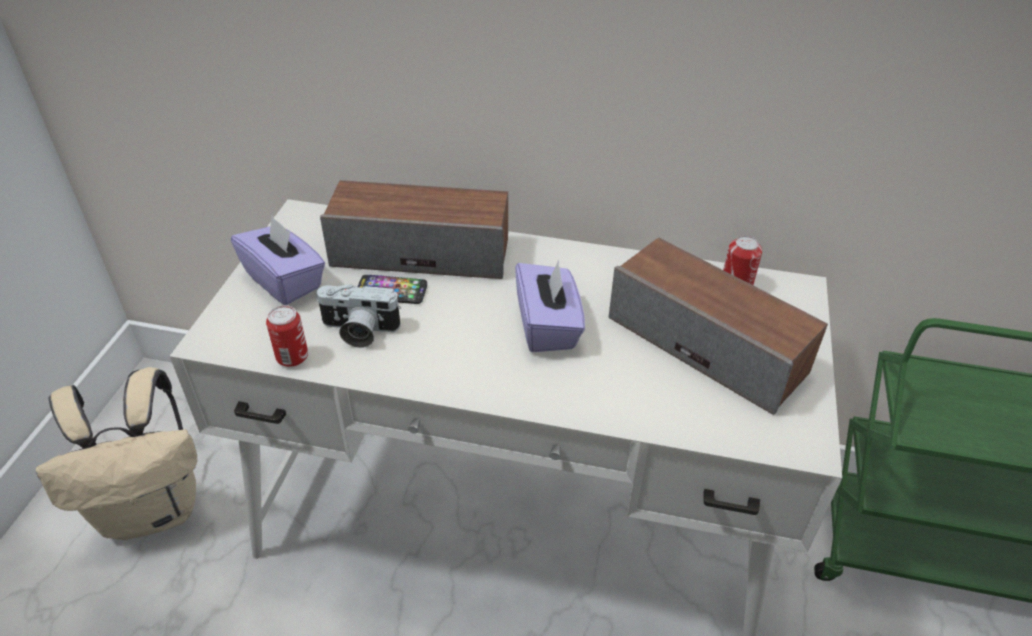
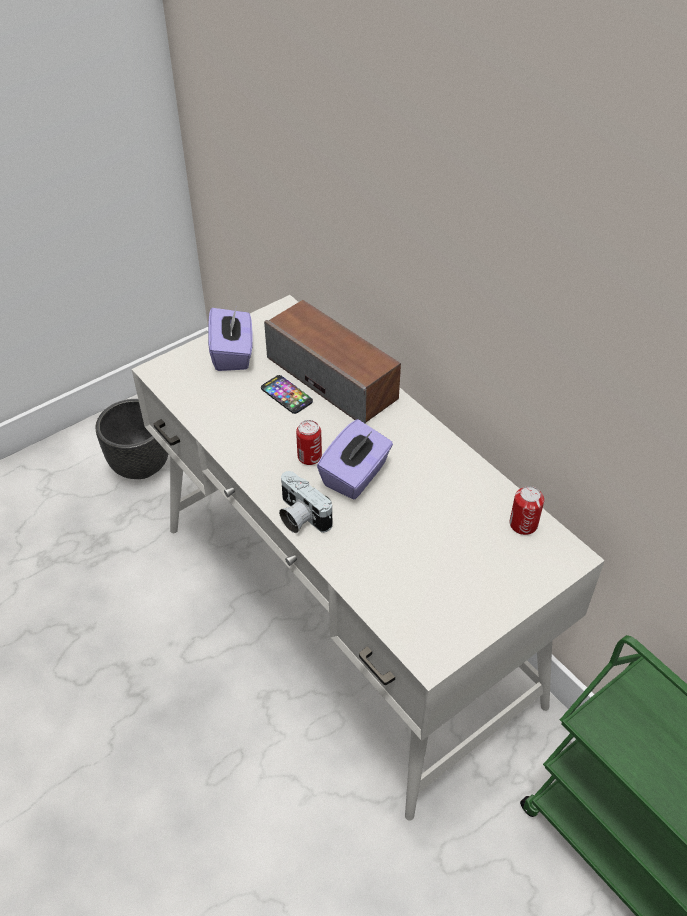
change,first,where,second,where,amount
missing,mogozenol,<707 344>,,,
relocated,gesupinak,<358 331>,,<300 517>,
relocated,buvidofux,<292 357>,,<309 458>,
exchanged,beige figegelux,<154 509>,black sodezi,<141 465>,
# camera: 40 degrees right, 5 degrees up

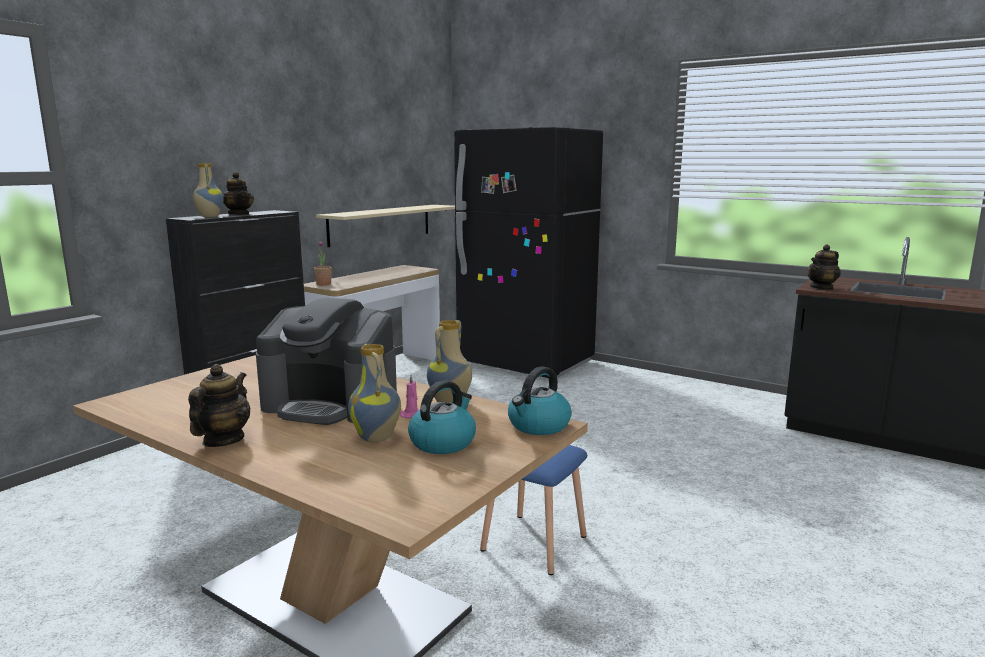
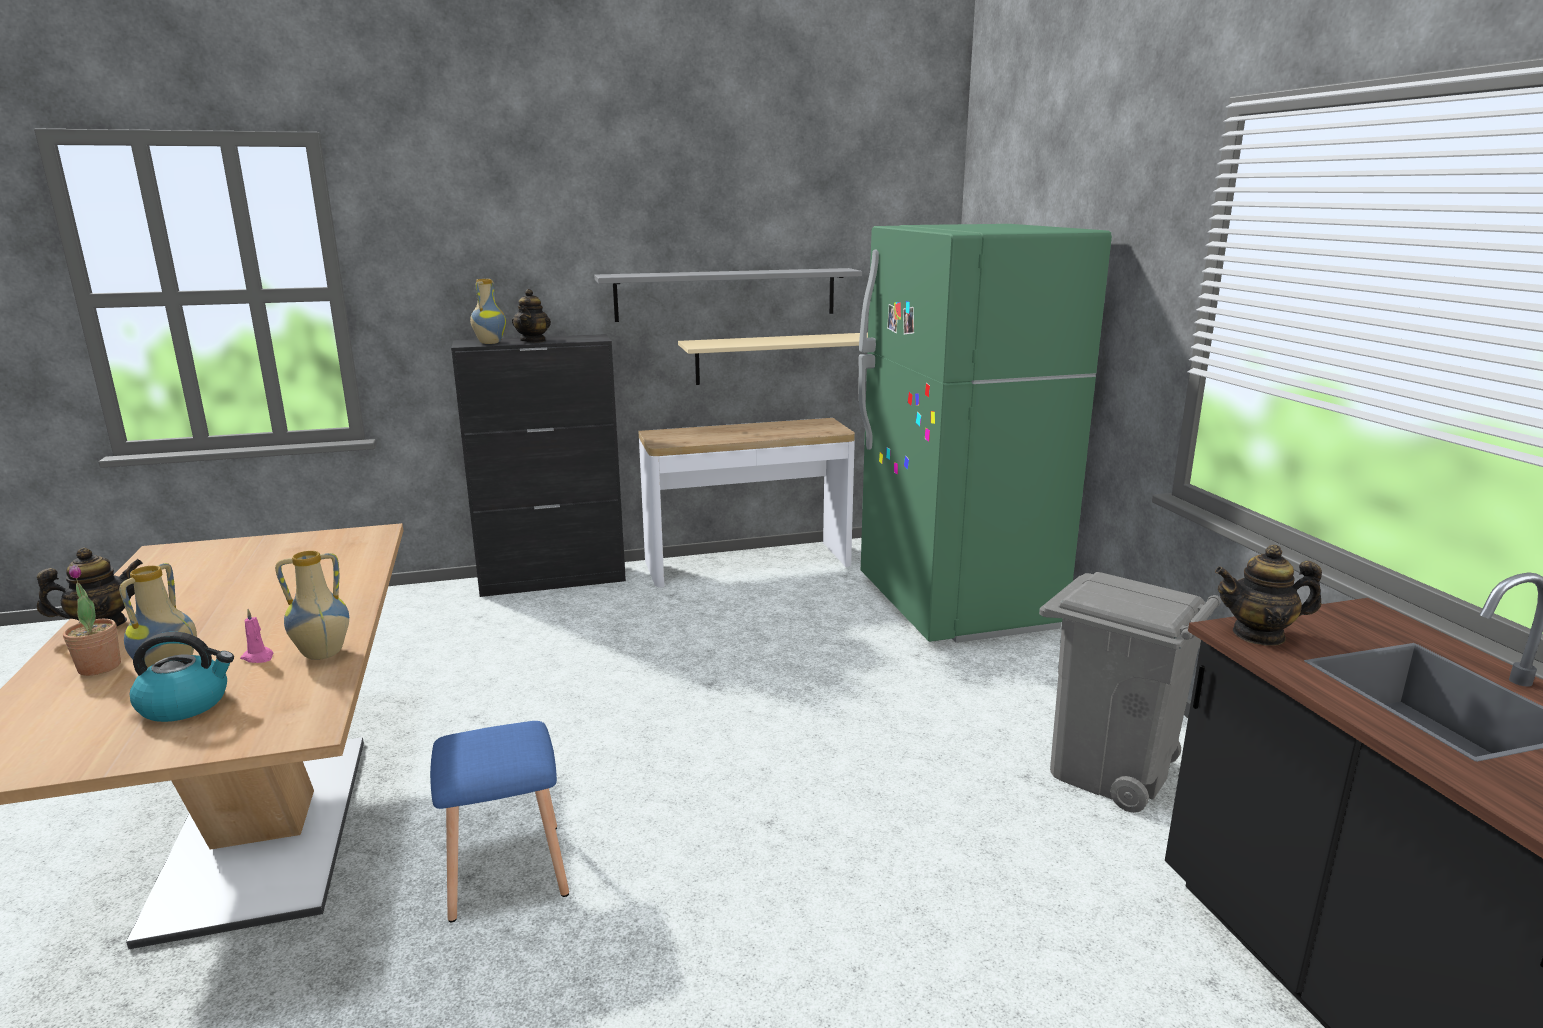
change,first,where,second,where,amount
colour,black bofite,<526 363>,green bofite,<957 604>,
relocated,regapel,<323 284>,,<99 667>,
missing,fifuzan,<332 404>,,,
missing,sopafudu,<538 426>,,,
appeared,,,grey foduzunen,<726 294>,
appeared,,,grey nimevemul,<1108 771>,
# camera: 40 degrees right, 5 degrees up

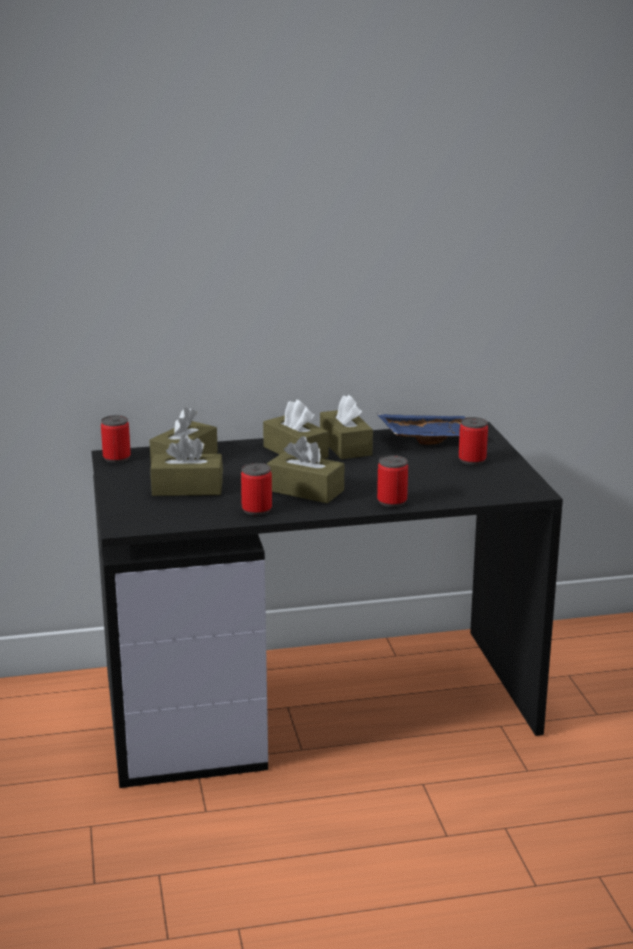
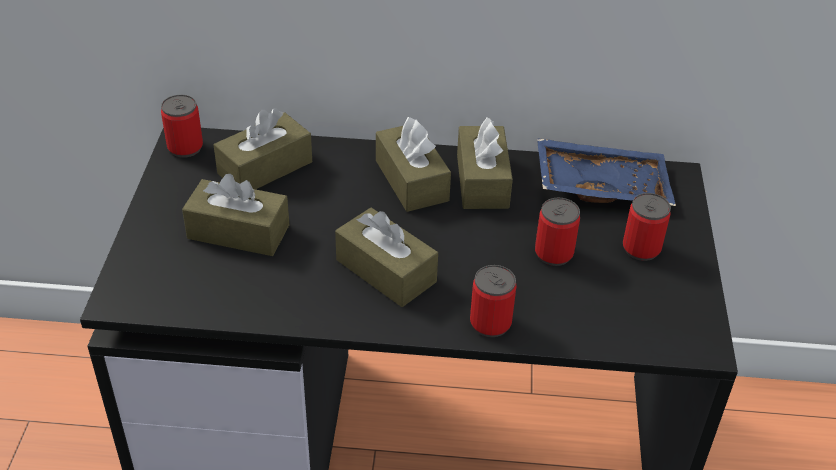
change,first,where,second,where,amount
relocated,buvidofux,<256 510>,,<553 253>,
# camera: 15 degrees right, 20 degrees up

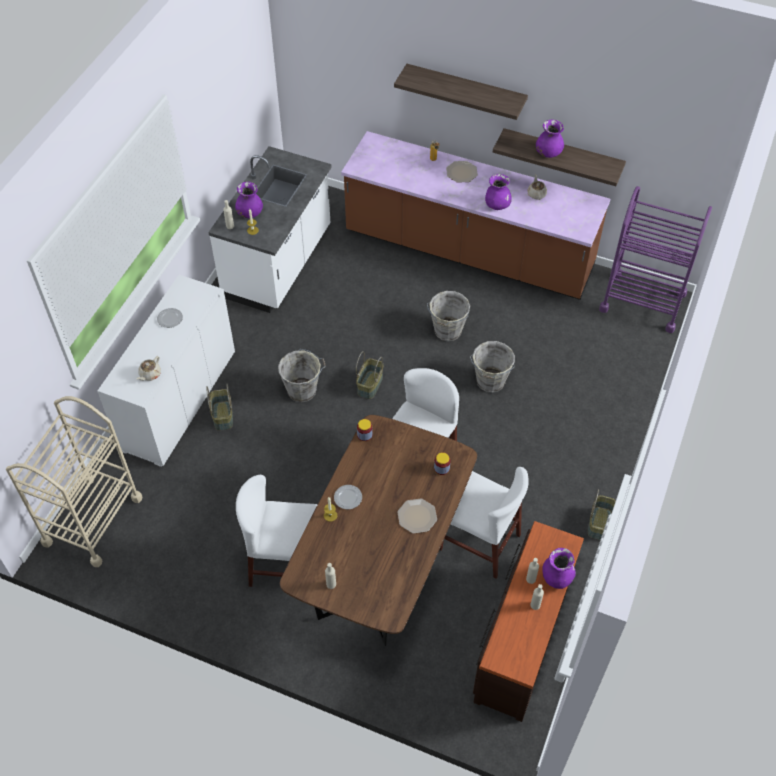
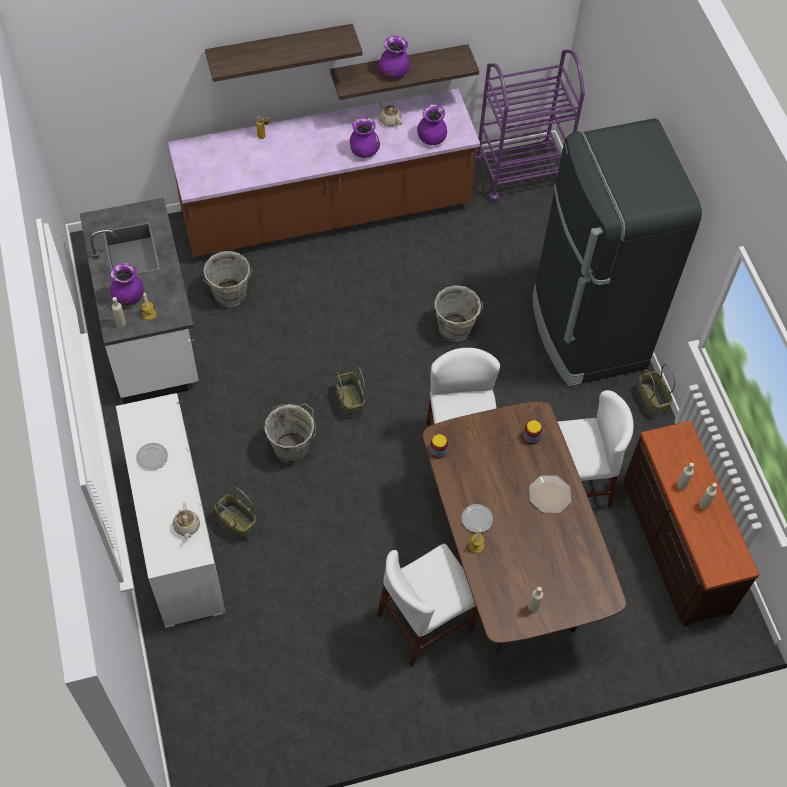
change,first,where,second,where,amount
missing,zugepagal,<462 172>,,,
relocated,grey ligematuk,<447 331>,,<230 296>,
missing,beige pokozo,<92 520>,,,
relocated,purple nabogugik,<556 577>,,<431 138>,
appeared,,,black bofite,<586 333>,
# camera: 40 degrees left, 5 degrees up

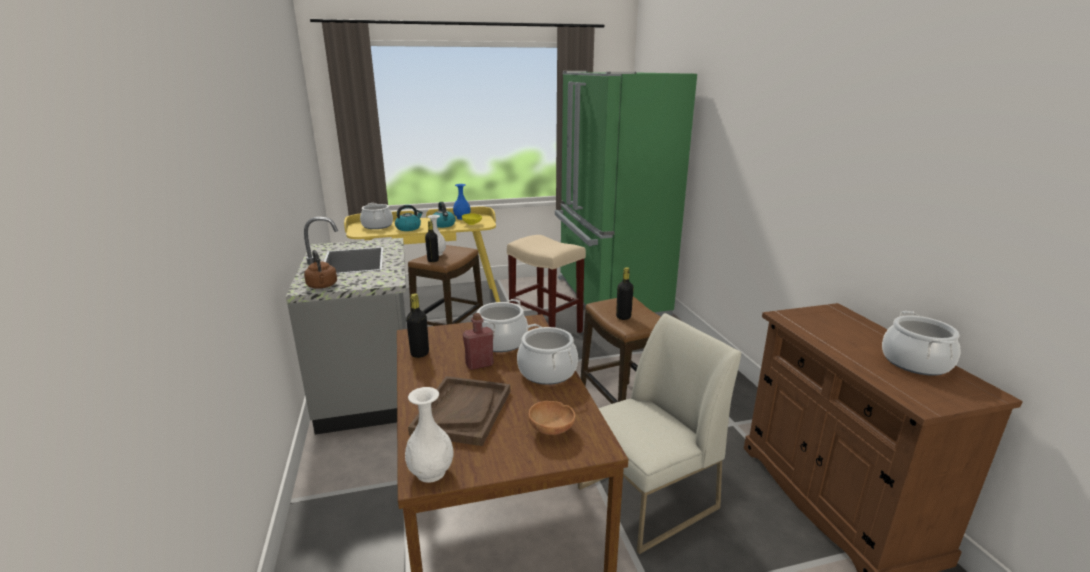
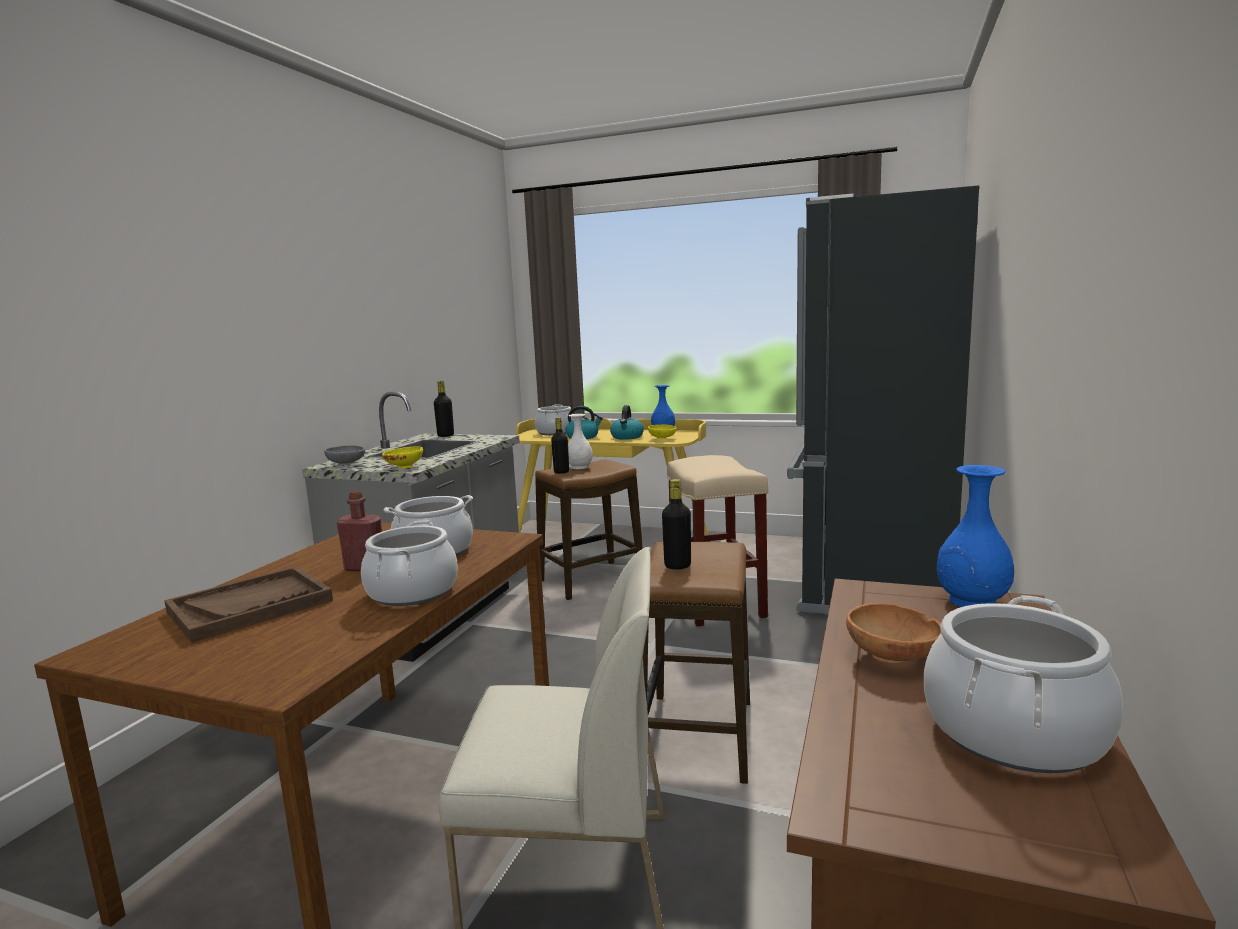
change,first,where,second,where,amount
colour,green bofite,<608 296>,black bofite,<870 580>,
exchanged,brown sopafudu,<322 286>,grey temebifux,<347 465>,
relocated,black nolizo,<420 353>,,<445 435>,
missing,white nabogugik,<431 472>,,,
relocated,brown temebifux,<552 430>,,<894 658>,
appeared,,,yellow temebifux,<403 467>,
appeared,,,blue nabogugik,<972 601>,
# camera: 35 degrees right, 10 degrees down

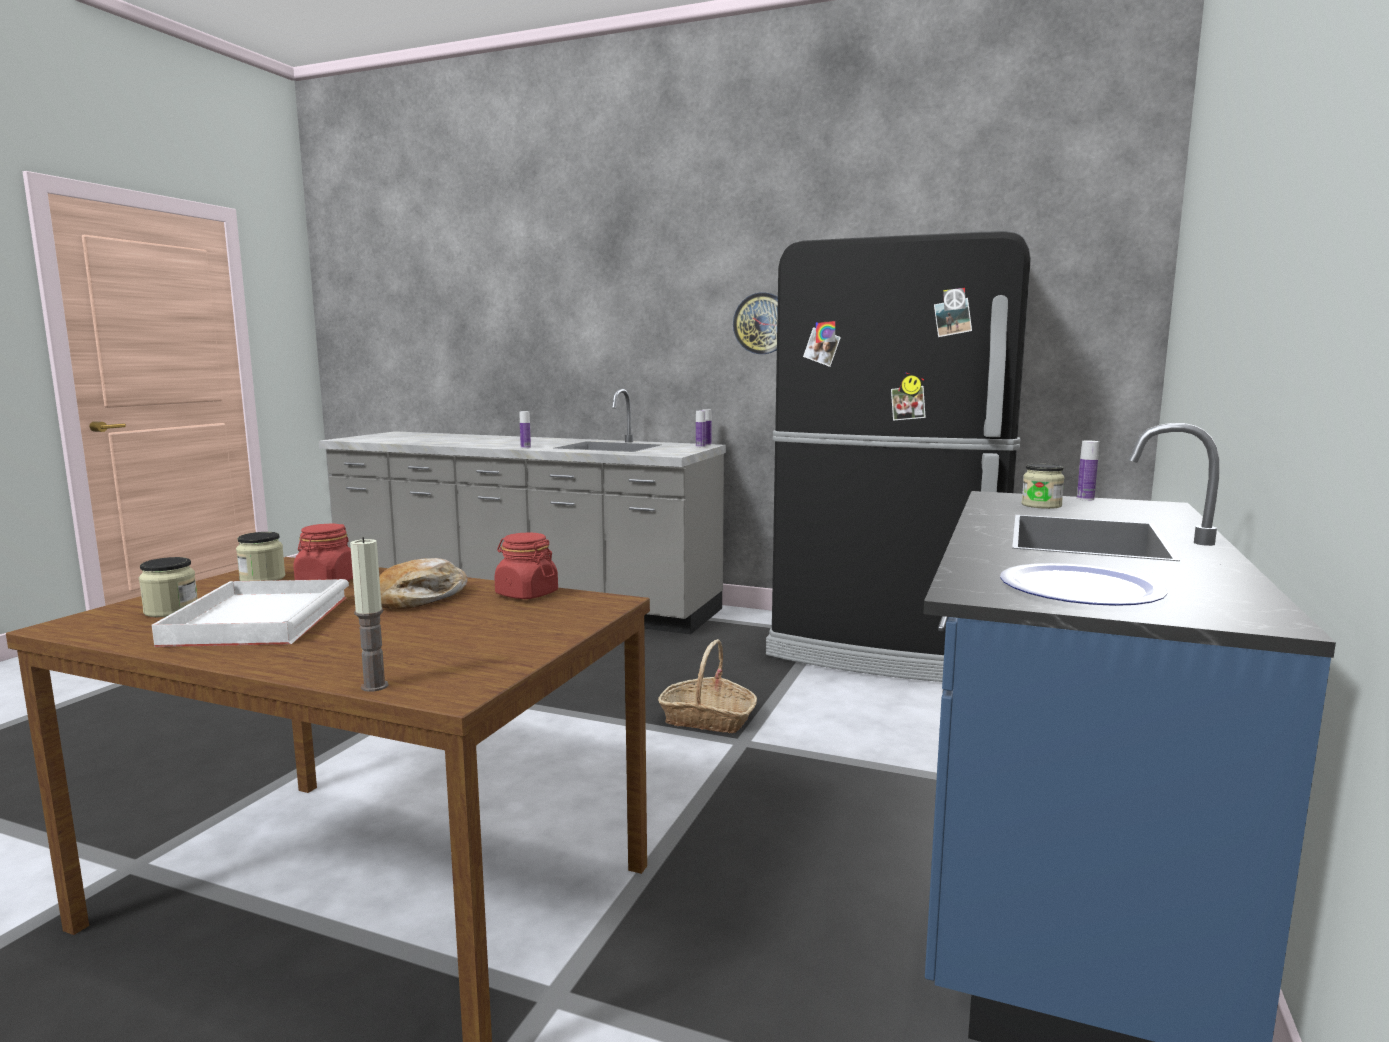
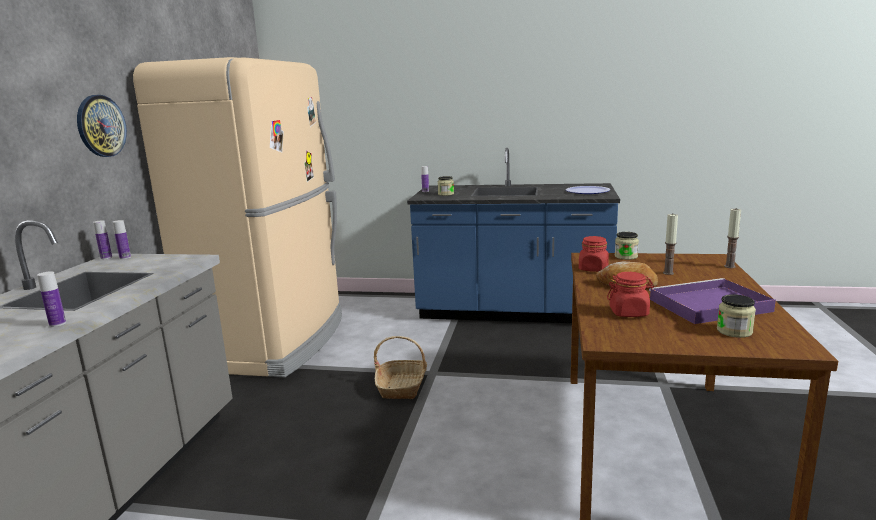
change,first,where,second,where,amount
colour,black bofite,<888 649>,beige bofite,<275 341>,
relocated,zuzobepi,<262 578>,,<626 256>,
colour,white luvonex,<259 619>,purple luvonex,<707 305>,
appeared,,,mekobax,<668 273>,
# camera: 100 degrees left, 5 degrees up

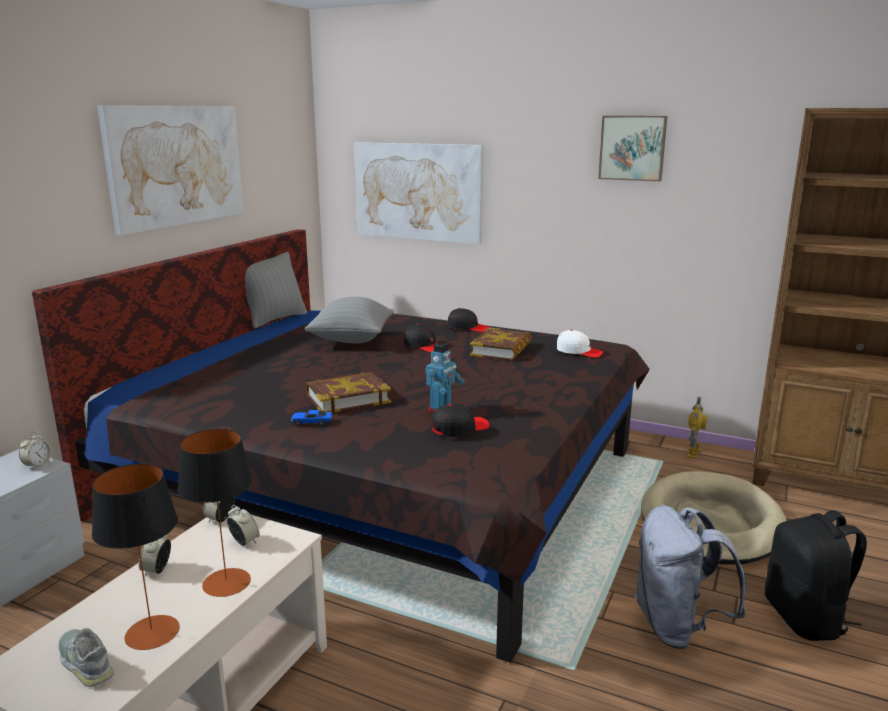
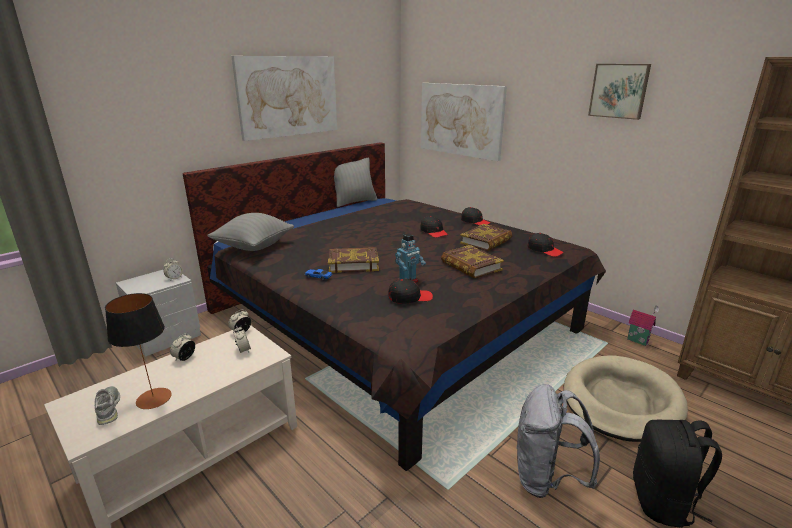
change,first,where,second,where,amount
relocated,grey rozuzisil,<351 340>,,<254 247>,
colour,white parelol,<579 351>,black parelol,<544 250>,
exchanged,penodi,<693 452>,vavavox,<638 340>,
missing,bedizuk,<226 583>,,,
appeared,,,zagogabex,<470 266>,
# camera: 20 degrees right, 5 degrees up

